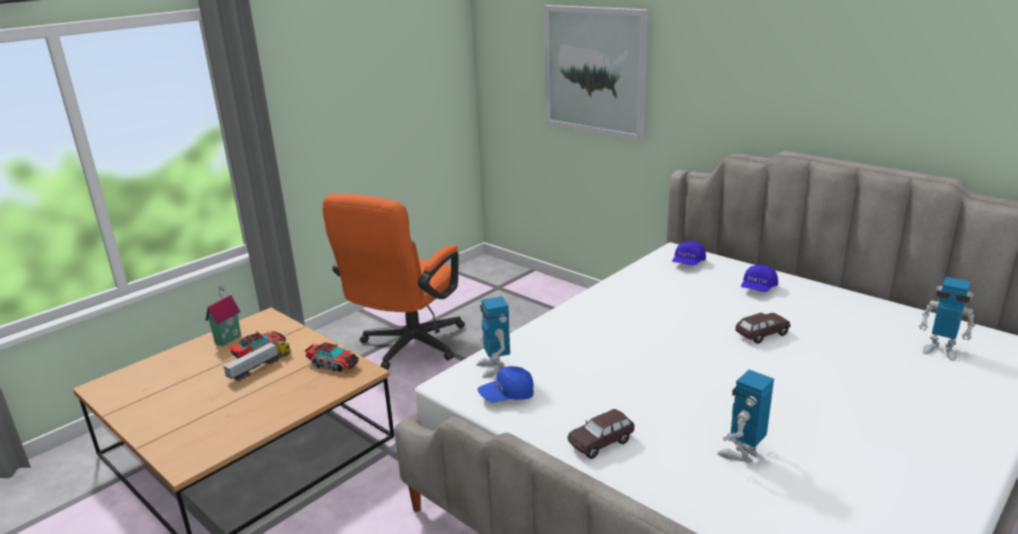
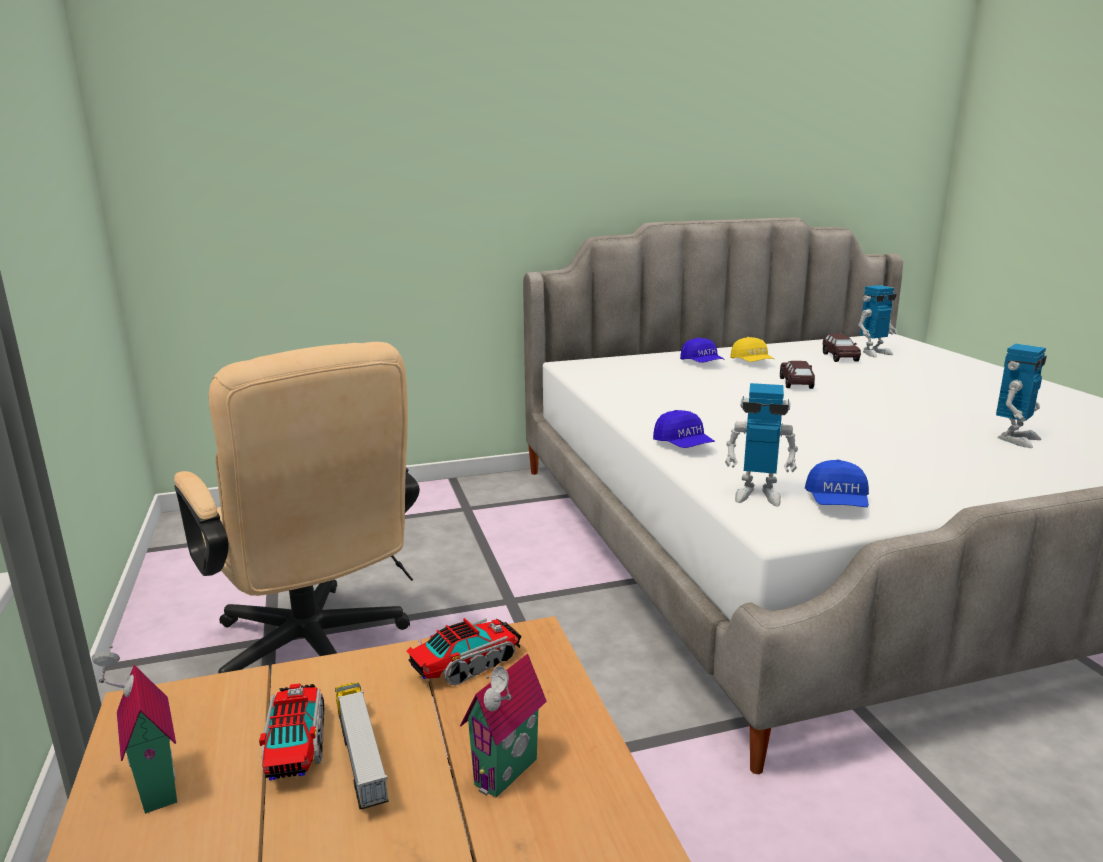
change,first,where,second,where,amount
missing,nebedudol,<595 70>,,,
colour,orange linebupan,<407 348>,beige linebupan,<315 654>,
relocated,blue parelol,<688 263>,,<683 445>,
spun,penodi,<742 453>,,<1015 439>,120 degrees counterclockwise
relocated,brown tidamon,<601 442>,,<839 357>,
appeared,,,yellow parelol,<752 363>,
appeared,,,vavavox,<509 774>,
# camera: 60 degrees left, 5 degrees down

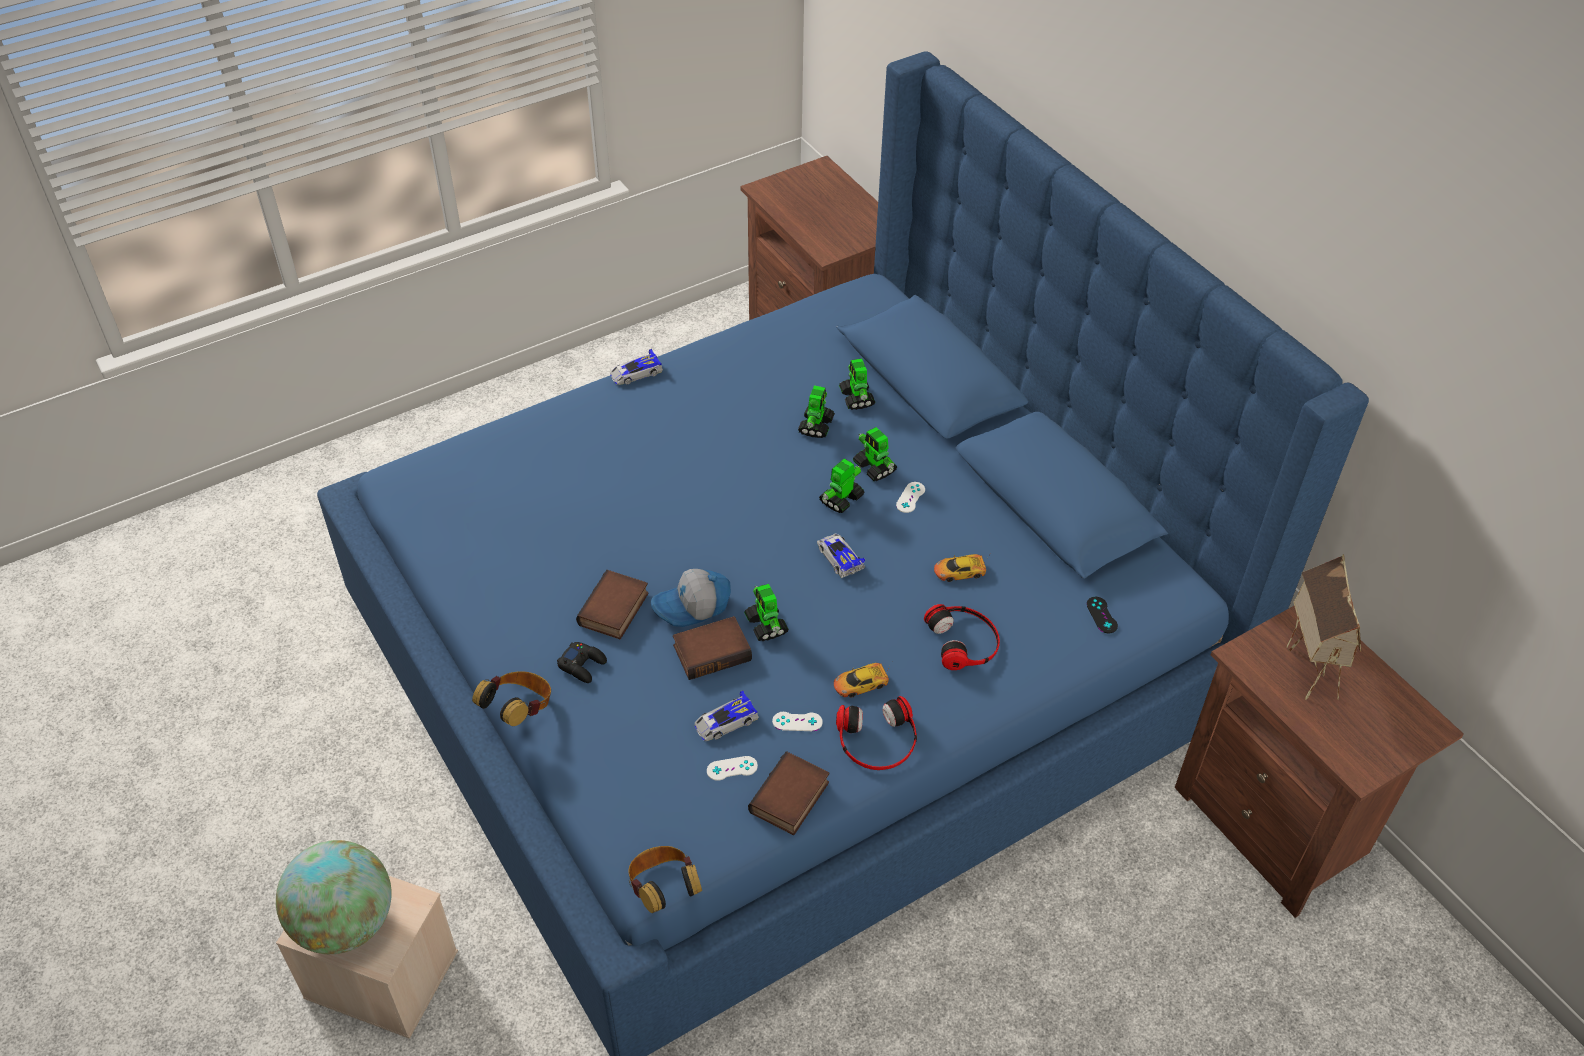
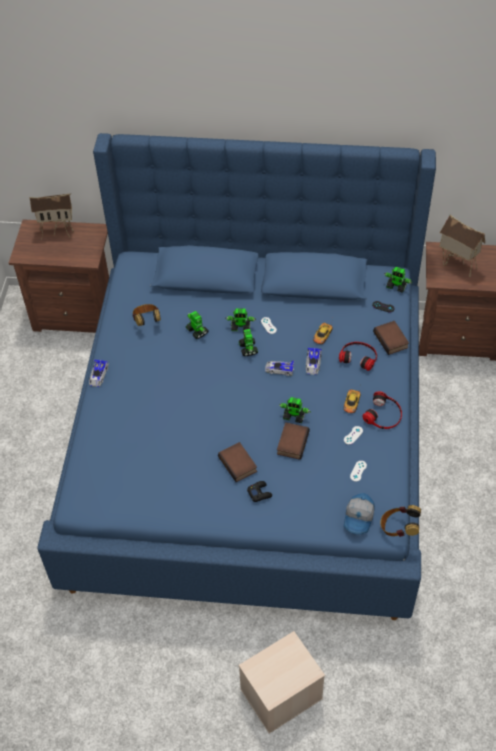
change,first,where,second,where,amount
relocated,penodi,<856 398>,,<396 286>,
relocated,parelol,<692 607>,,<359 518>,
relocated,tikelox,<519 710>,,<147 321>,
relocated,tidamon,<725 722>,,<313 363>,
relocated,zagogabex,<790 799>,,<392 340>,
missing,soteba,<345 923>,,,
appeared,,,vavavox,<58 231>,
# camera: 50 degrees left, 5 degrees up

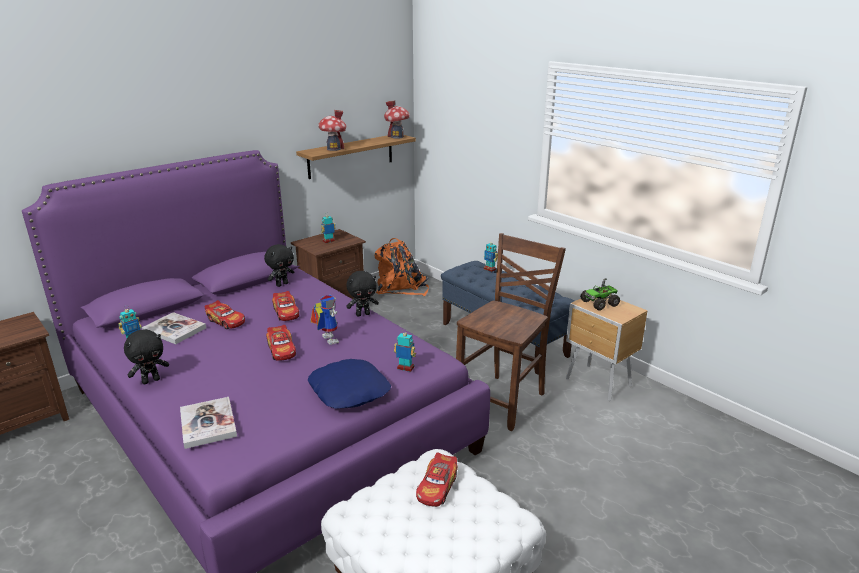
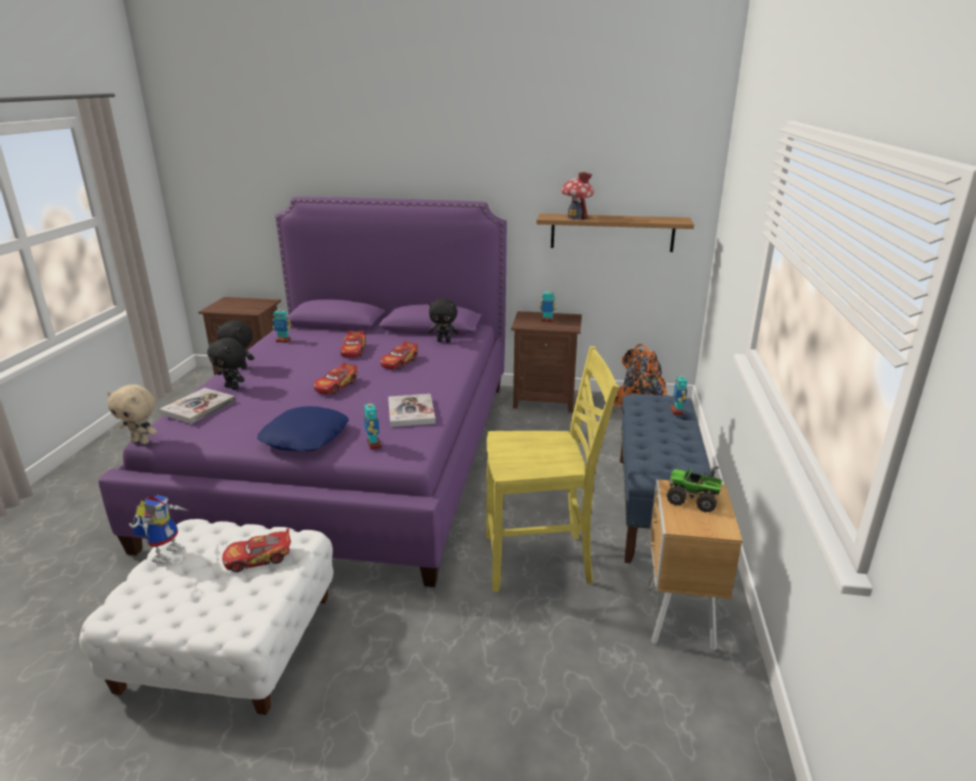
change,first,where,second,where,amount
missing,vavavox,<397 137>,,,
colour,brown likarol,<503 400>,yellow likarol,<540 561>,
relocated,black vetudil,<363 314>,,<233 387>,
relocated,penodi,<326 339>,,<166 552>,
relocated,zagogabex,<174 330>,,<411 412>,
appeared,,,beige vetudil,<141 441>,
# camera: 50 degrees right, 0 degrees up

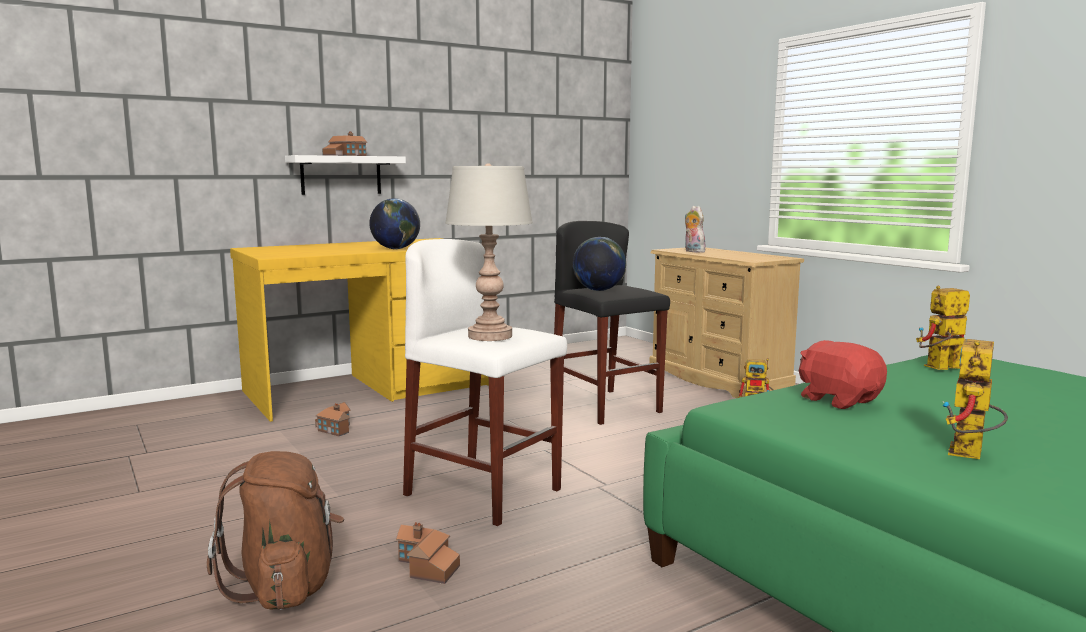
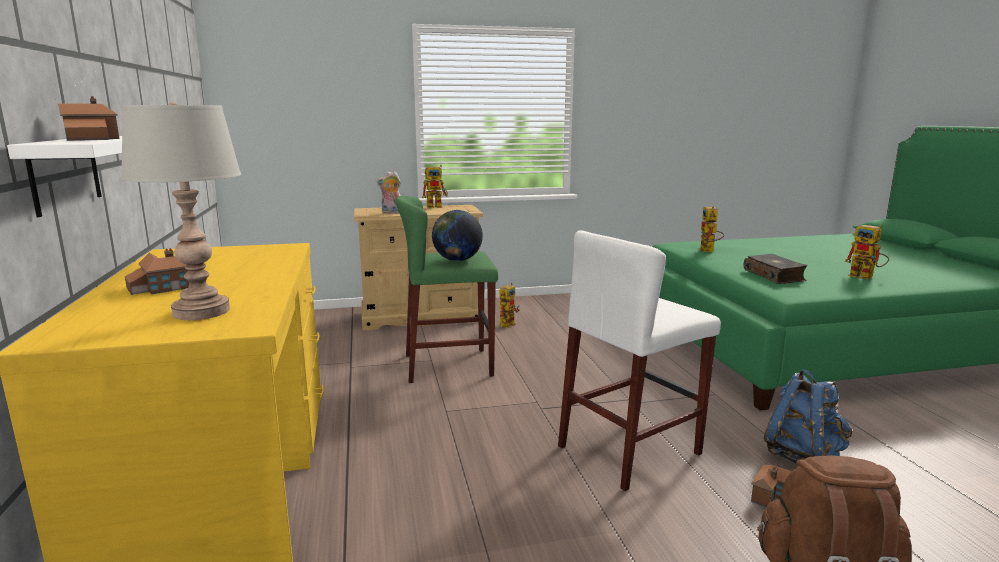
change,first,where,second,where,amount
relocated,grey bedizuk,<490 336>,,<201 311>,
missing,soteba,<396 249>,,,
colour,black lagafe,<605 406>,green lagafe,<448 365>,
exchanged,red vetudil,<838 400>,zagogabex,<774 276>,
relocated,vavavox,<335 428>,,<162 287>,
appeared,,,penodi,<437 206>,
appeared,,,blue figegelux,<803 457>,
# camera: 70 degrees left, 5 degrees up

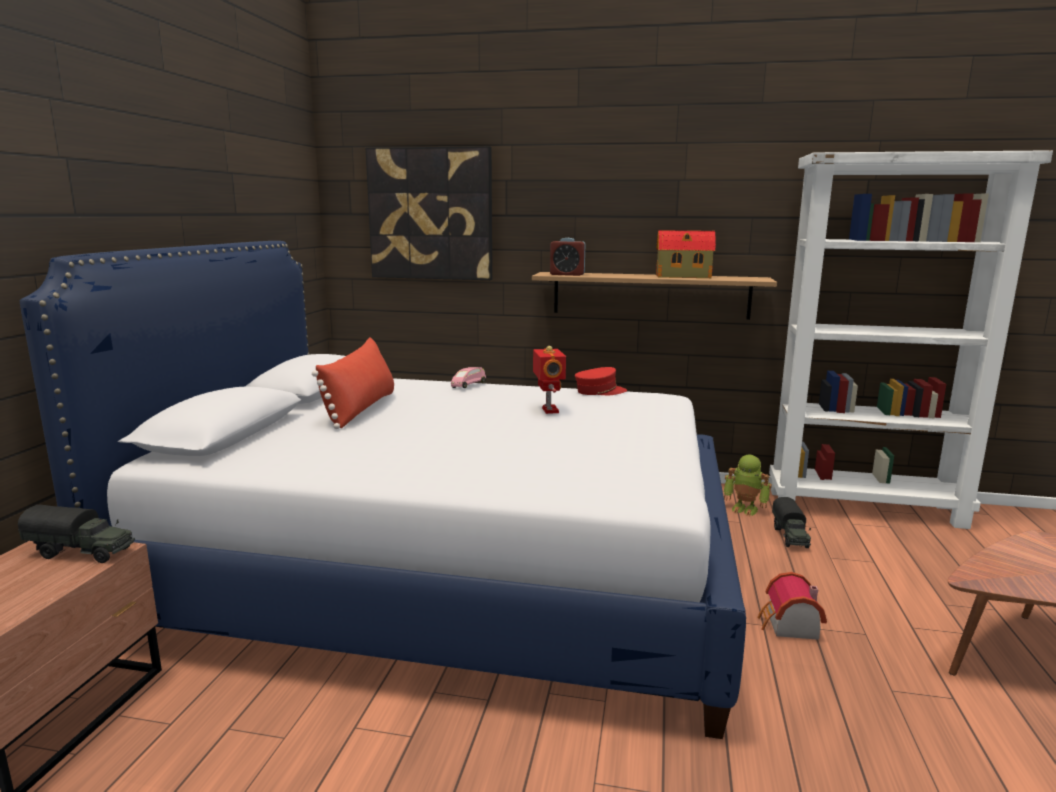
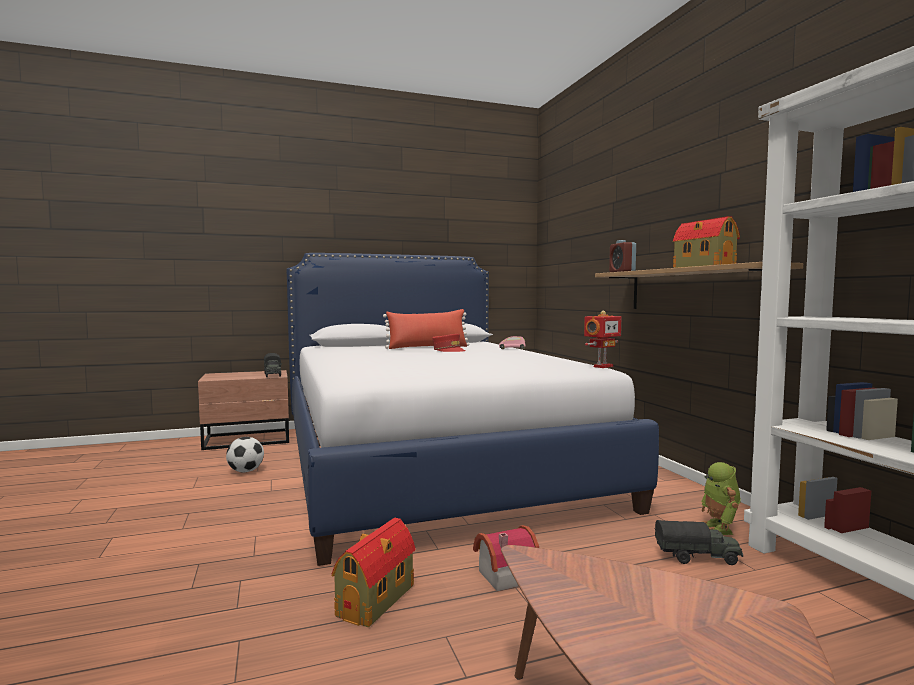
change,first,where,second,where,amount
missing,nebedudol,<430 214>,,,
relocated,penodi,<548 410>,,<602 366>,
relocated,red parelol,<599 391>,,<448 350>,
spun,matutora,<790 536>,,<698 557>,150 degrees counterclockwise
appeared,,,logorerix,<246 471>,
appeared,,,vavavox,<377 599>,
# camera: 60 degrees right, 10 degrees down

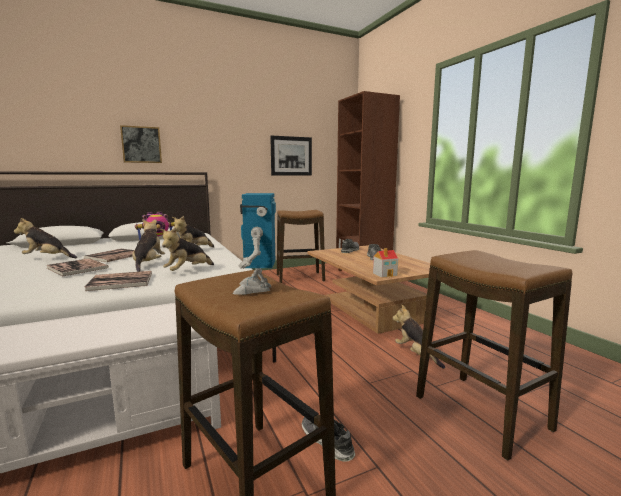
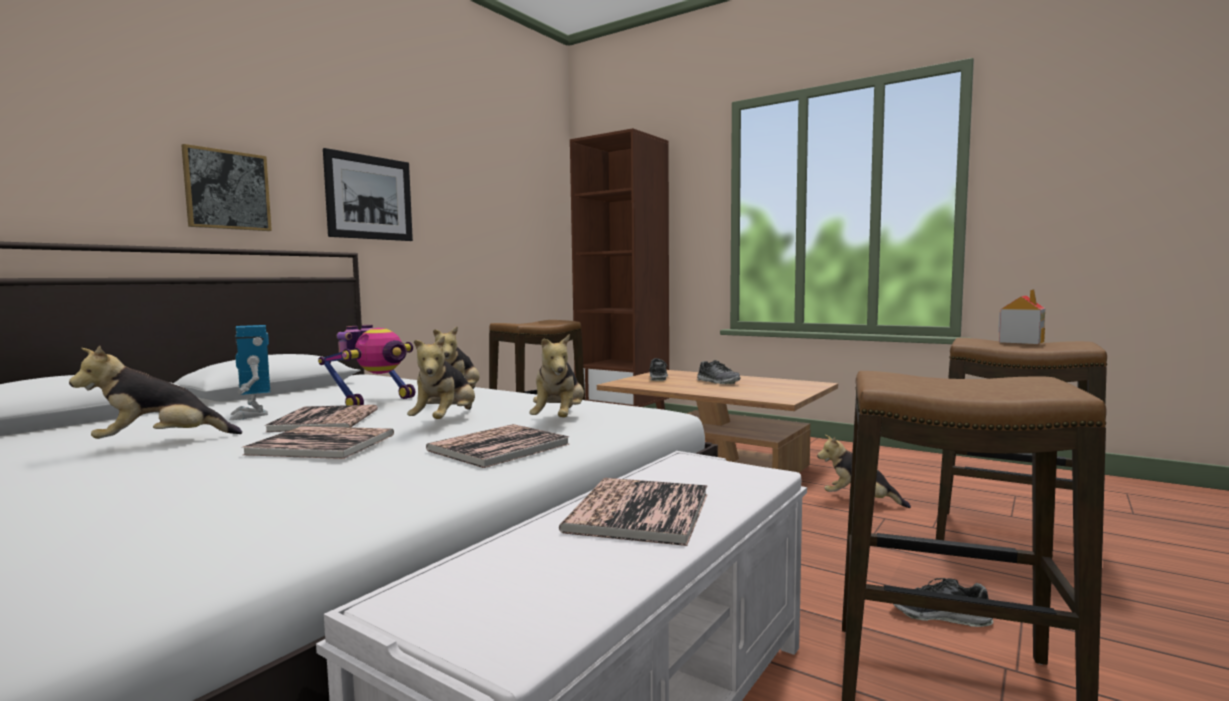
change,first,where,second,where,amount
relocated,nebedudol,<291 156>,,<369 197>,
relocated,penodi,<256 288>,,<252 415>,
spun,vetudil,<149 264>,,<446 421>,135 degrees counterclockwise
relocated,vavavox,<385 274>,,<1021 341>,
appeared,,,zagogabex,<639 512>,
# camera: 30 degrees left, 5 degrees down

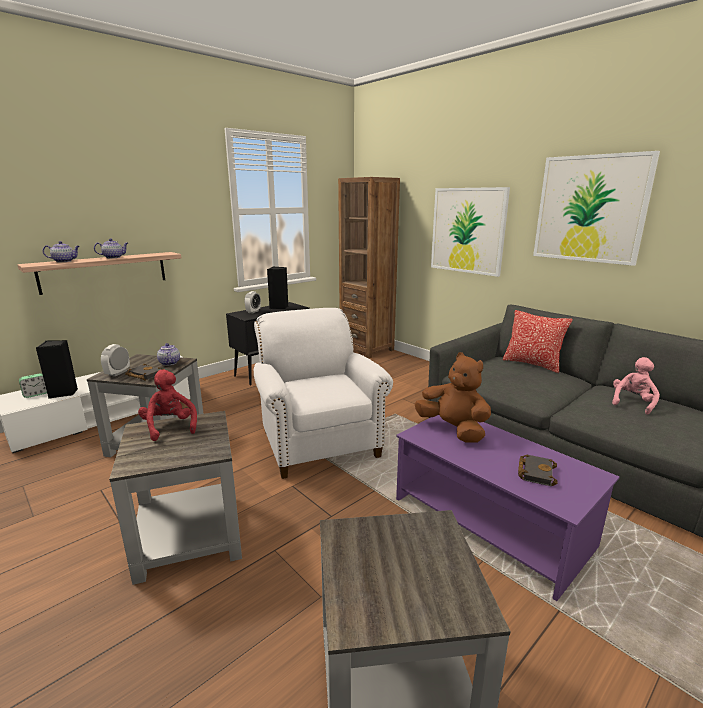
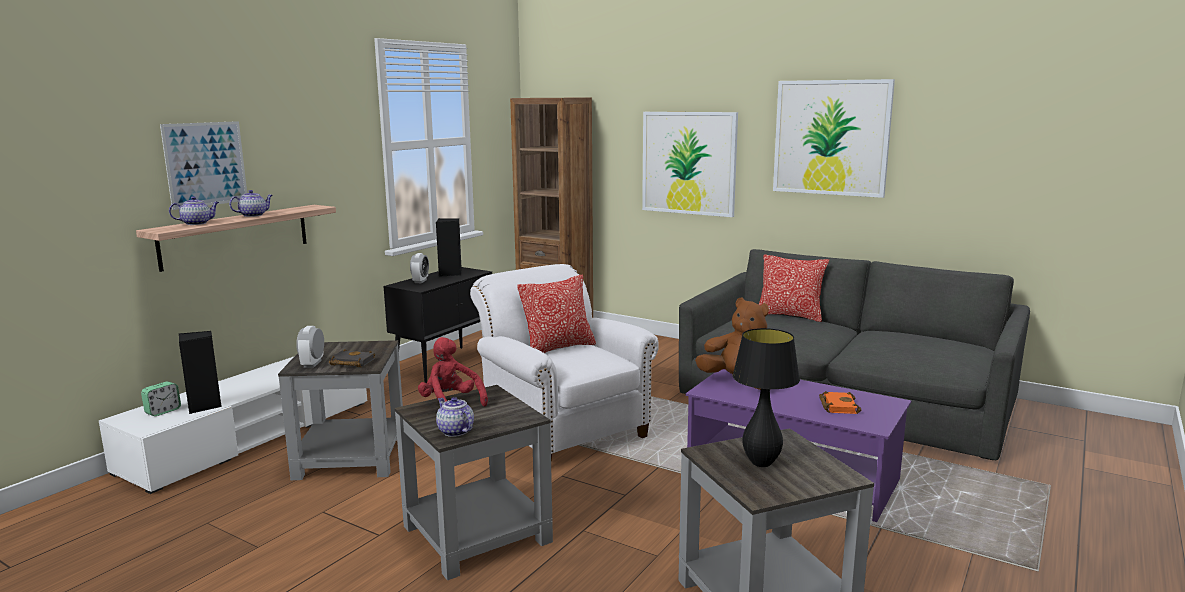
change,first,where,second,where,amount
relocated,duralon,<169 363>,,<454 431>,
missing,pink vetudil,<632 403>,,,
colour,black zagogabex,<535 472>,orange zagogabex,<837 406>,
appeared,,,nebedudol,<206 164>,
appeared,,,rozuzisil,<558 348>,
appeared,,,black bedizuk,<761 463>,
# camera: 15 degrees left, 5 degrees down

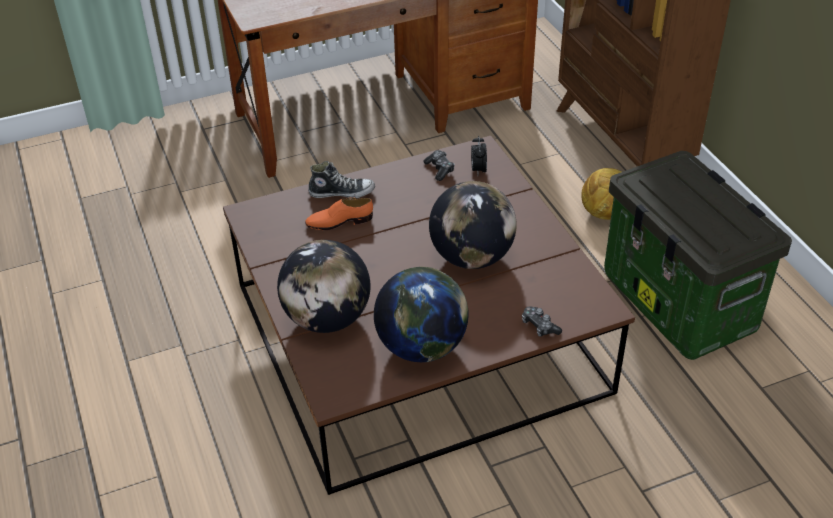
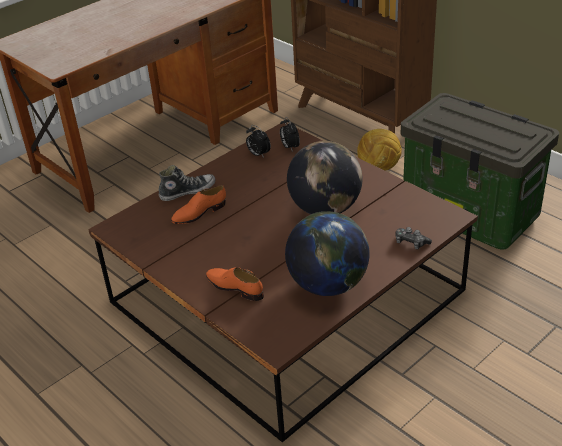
change,first,where,second,where,amount
exchanged,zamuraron,<439 169>,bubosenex,<258 154>,
exchanged,soteba,<327 318>,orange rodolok,<235 287>,
# camera: 20 degrees left, 5 degrees down

